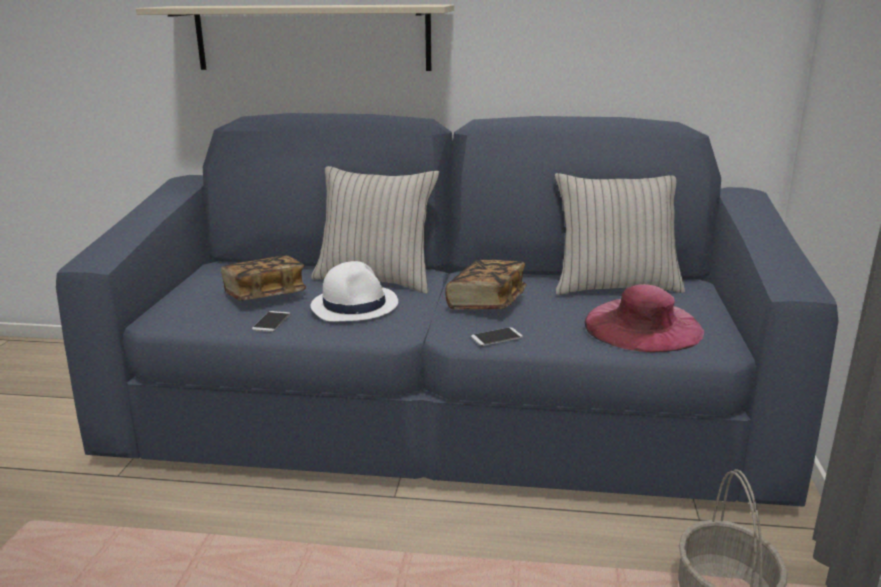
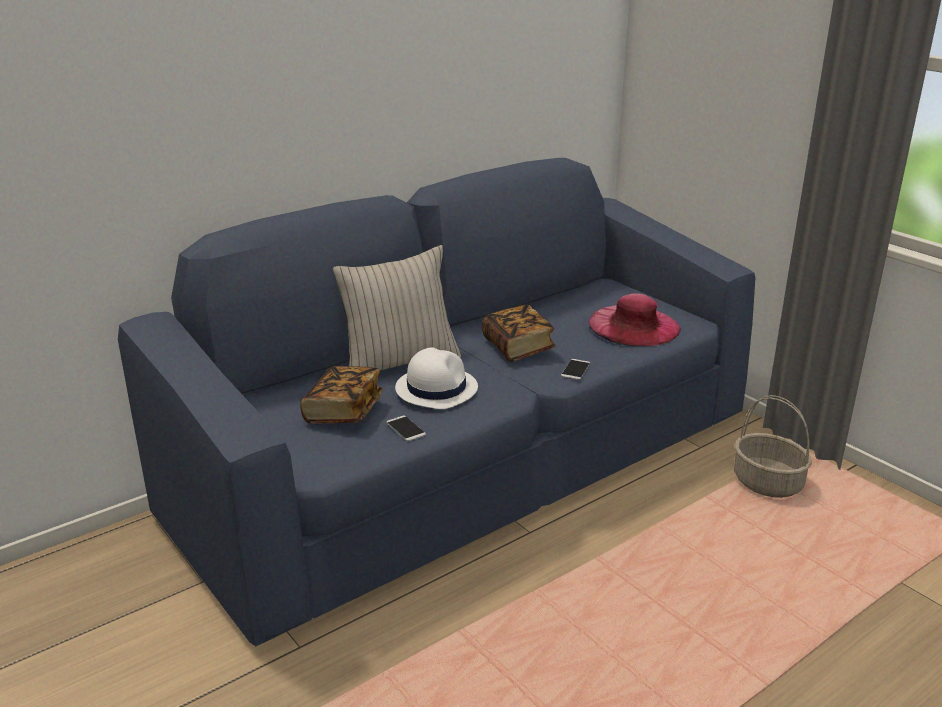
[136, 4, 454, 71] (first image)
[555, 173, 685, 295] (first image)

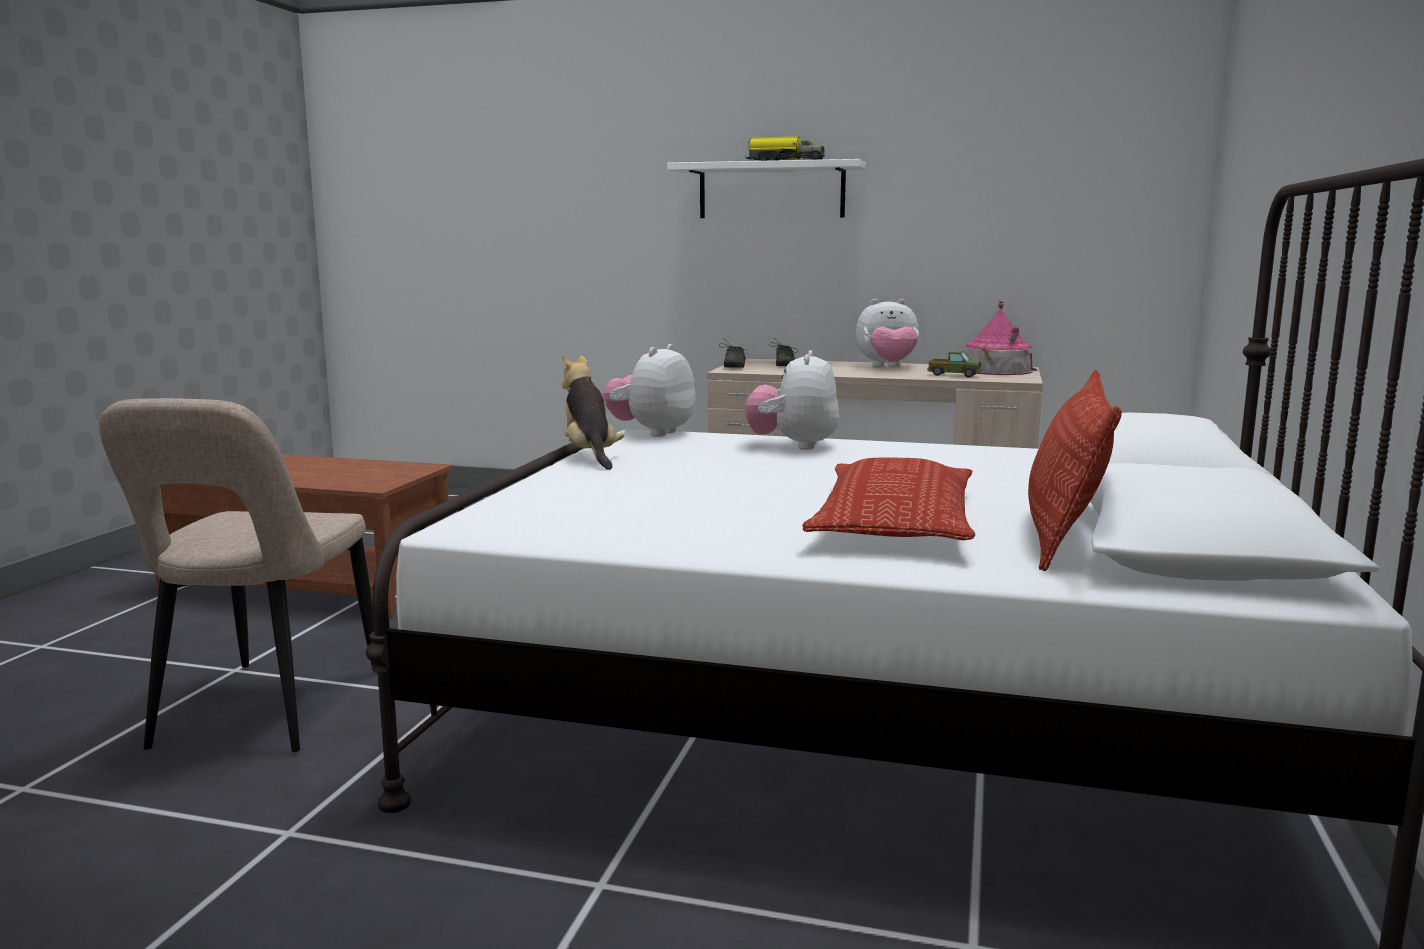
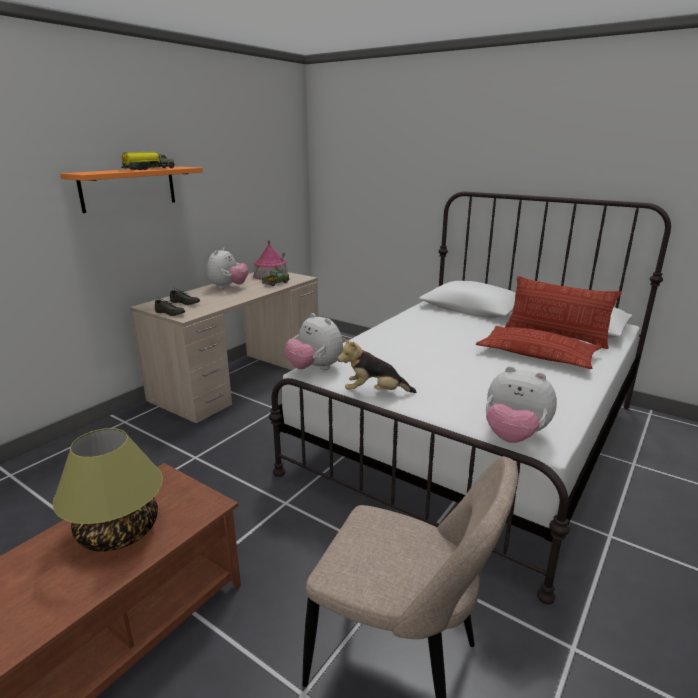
[53, 428, 163, 552]
[486, 366, 557, 443]
[60, 167, 203, 213]

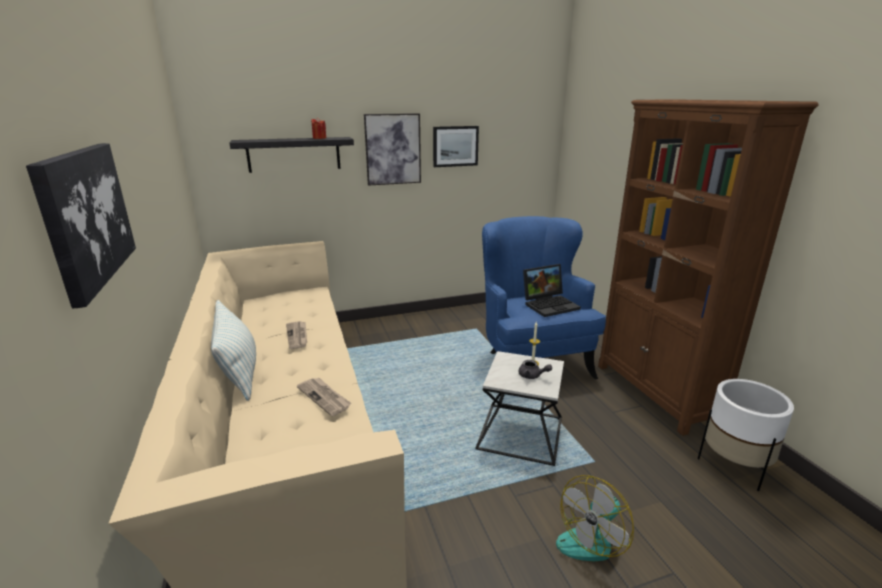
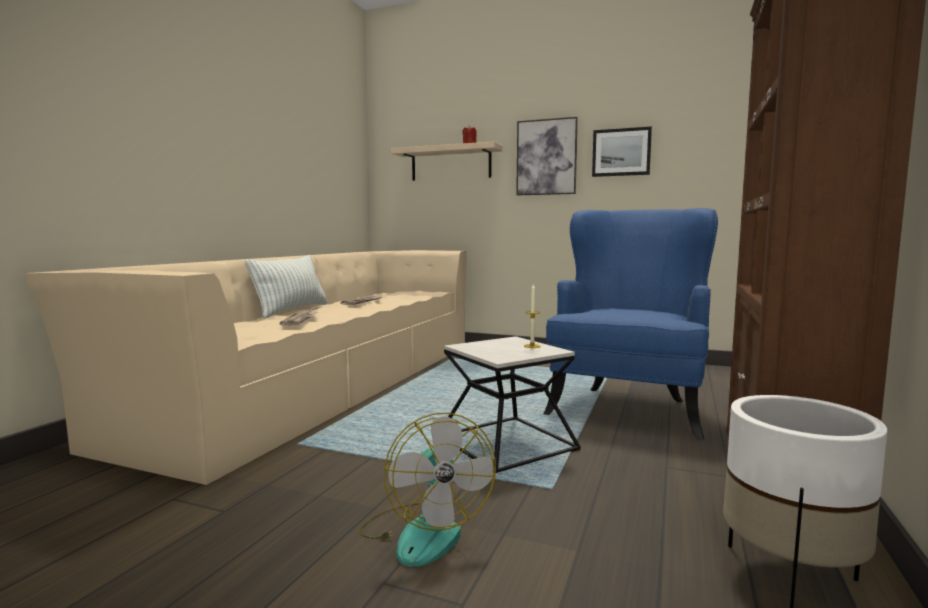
[26, 143, 136, 308] (first image)
[518, 360, 552, 379] (first image)
[523, 264, 581, 317] (first image)
[391, 141, 502, 181]
[359, 412, 496, 567]

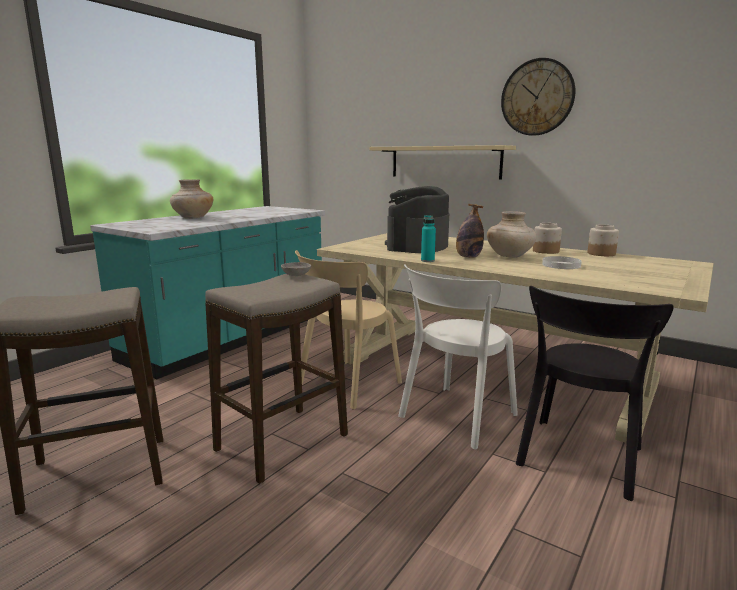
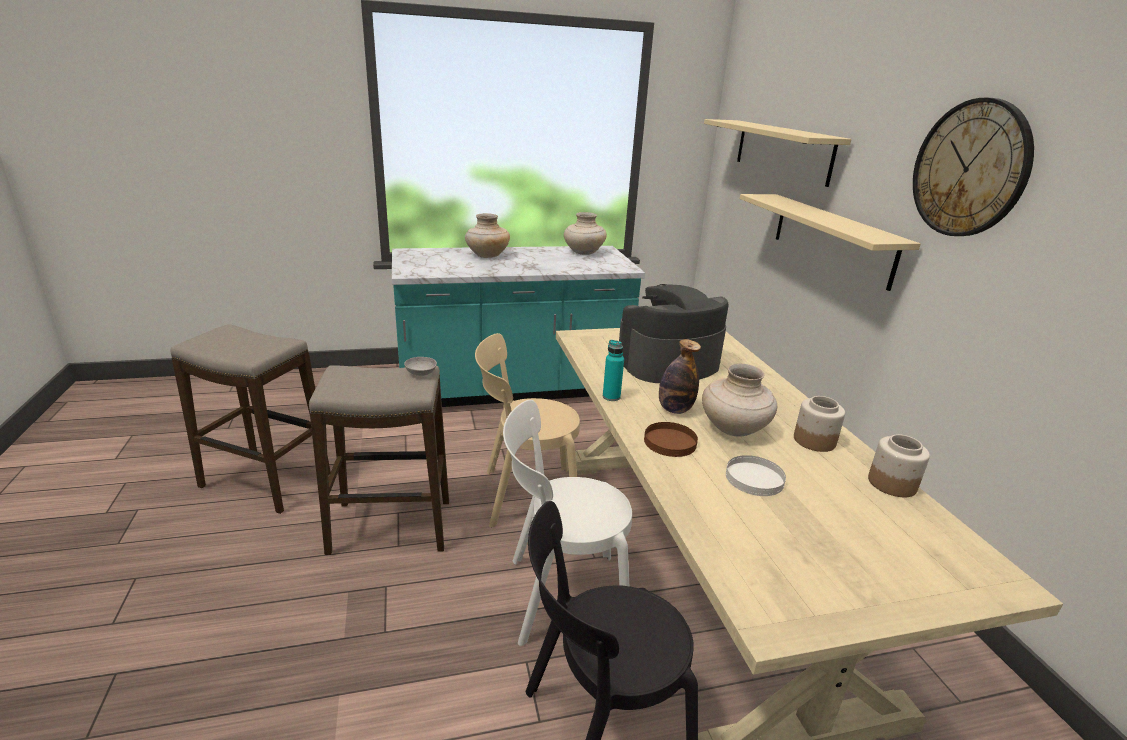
[564, 212, 607, 255]
[644, 422, 698, 457]
[704, 119, 851, 187]

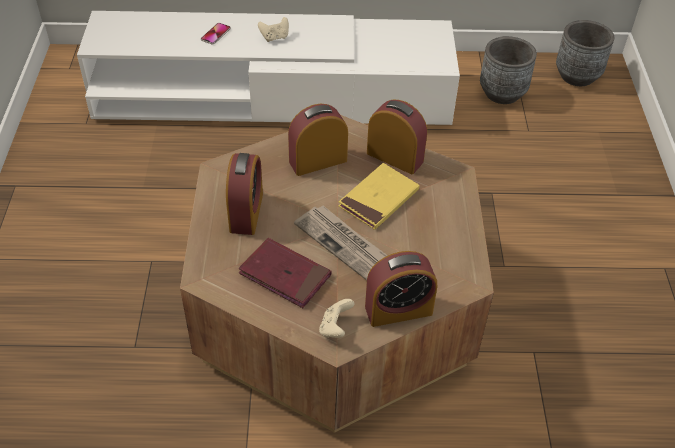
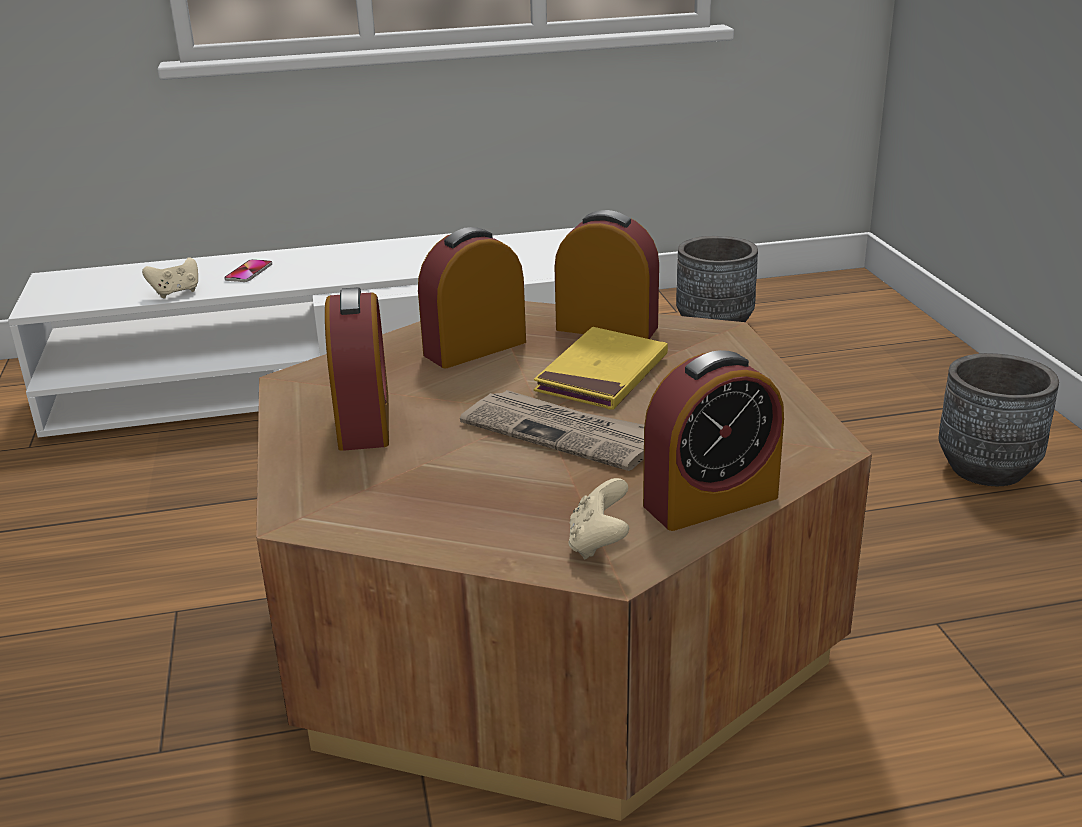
[239, 238, 332, 308] (first image)
[142, 257, 198, 299]
[939, 353, 1059, 486]

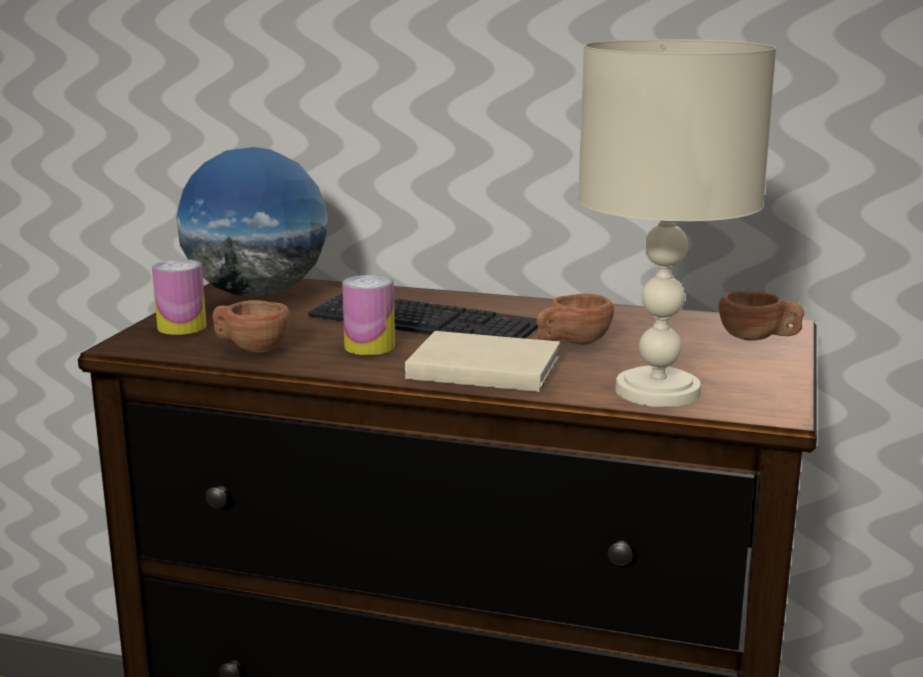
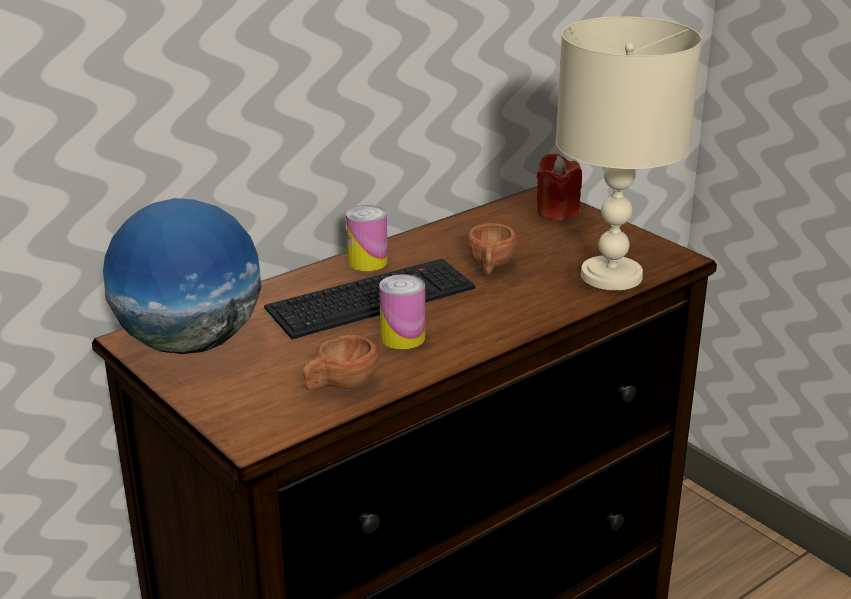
[405, 331, 560, 392] (first image)
[346, 205, 388, 271]
[537, 153, 582, 221]

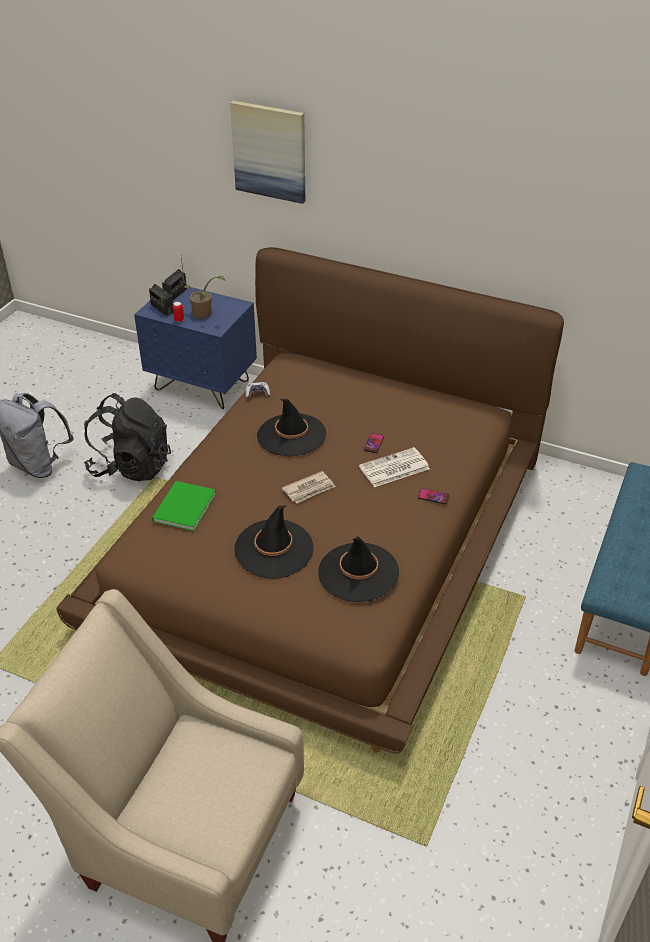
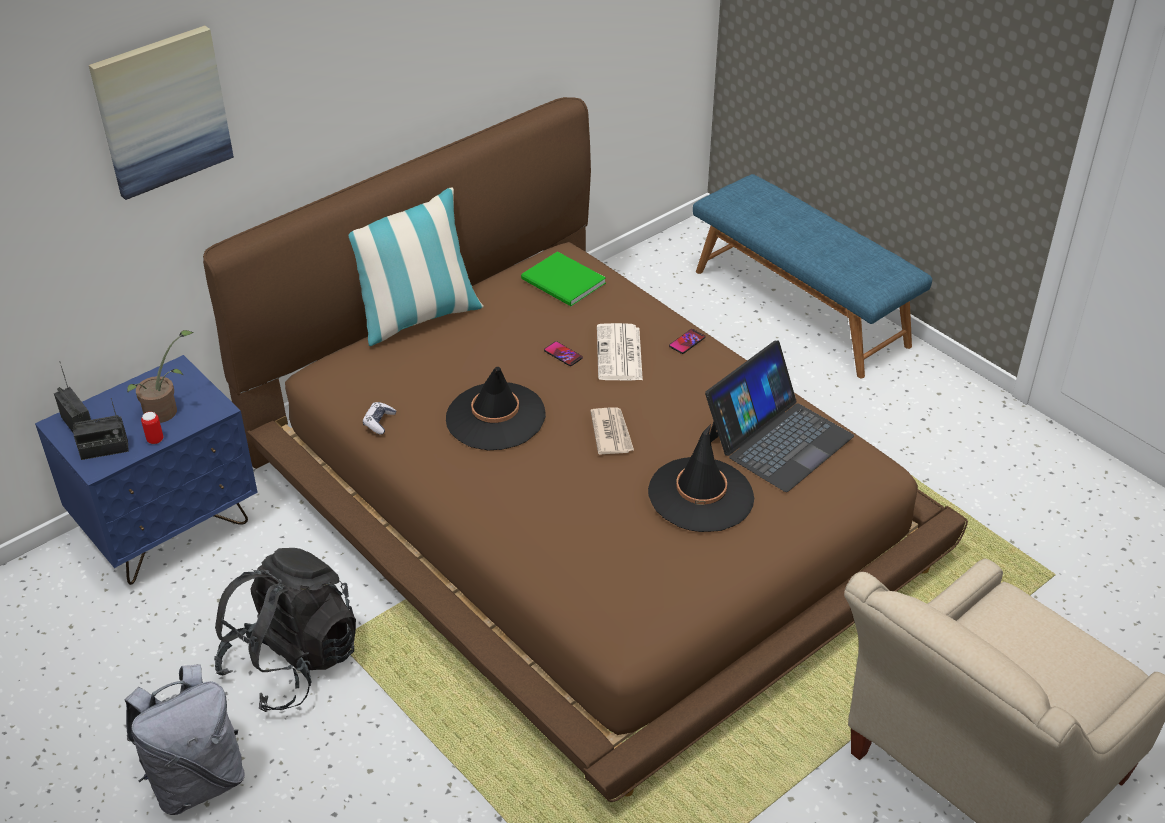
[349, 188, 484, 346]
[521, 251, 606, 306]
[705, 340, 854, 492]

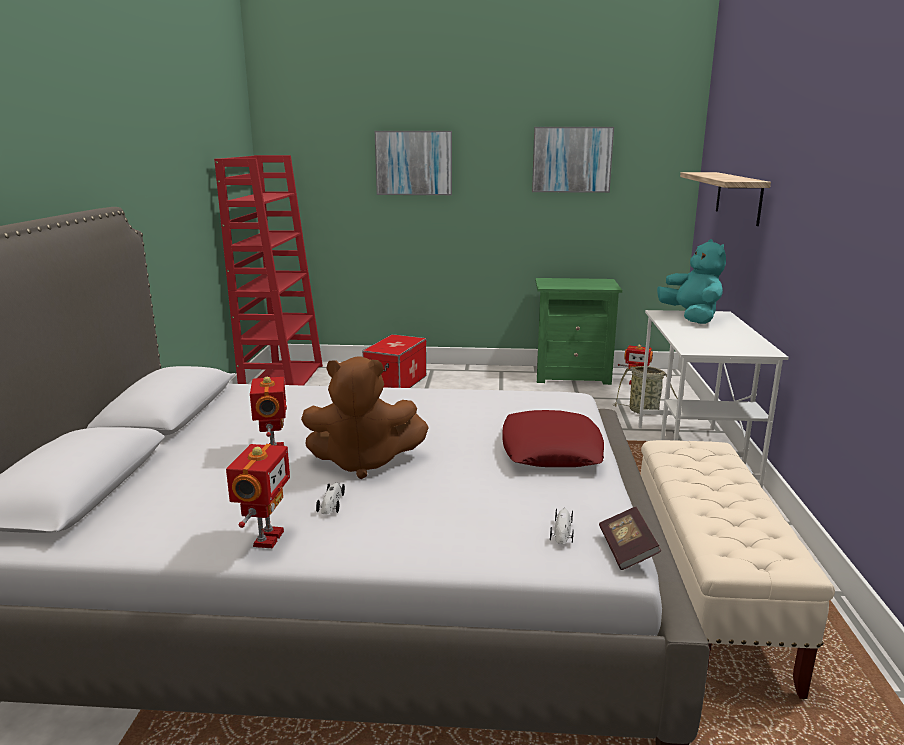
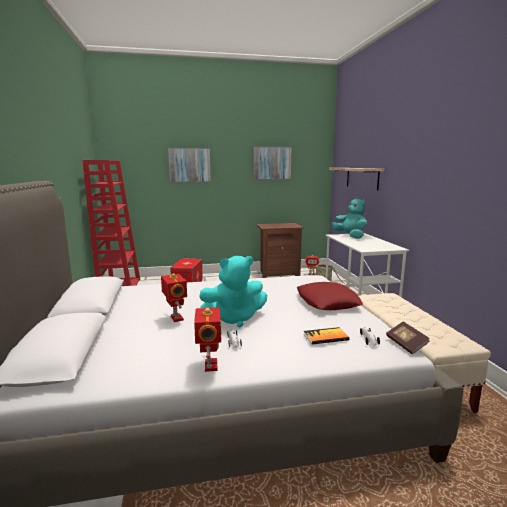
[304, 327, 349, 344]
[199, 256, 267, 327]
[256, 223, 304, 278]

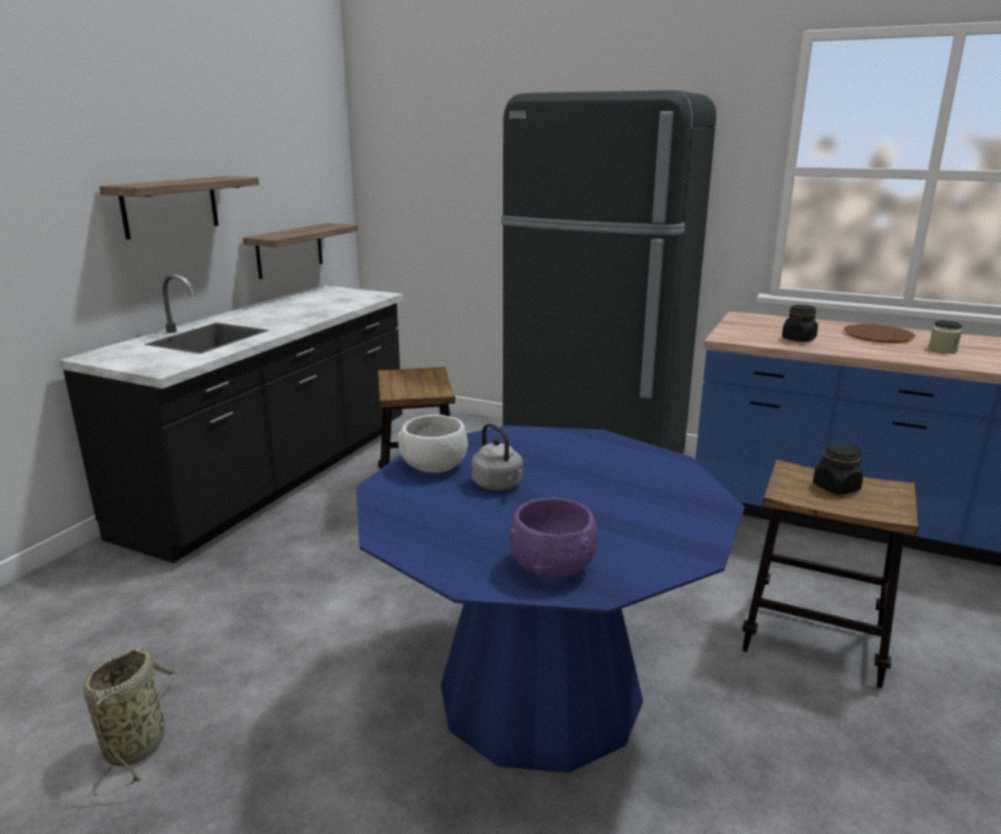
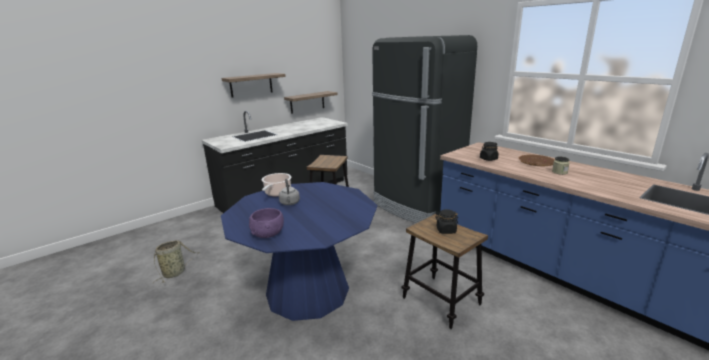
[262, 173, 291, 196]

